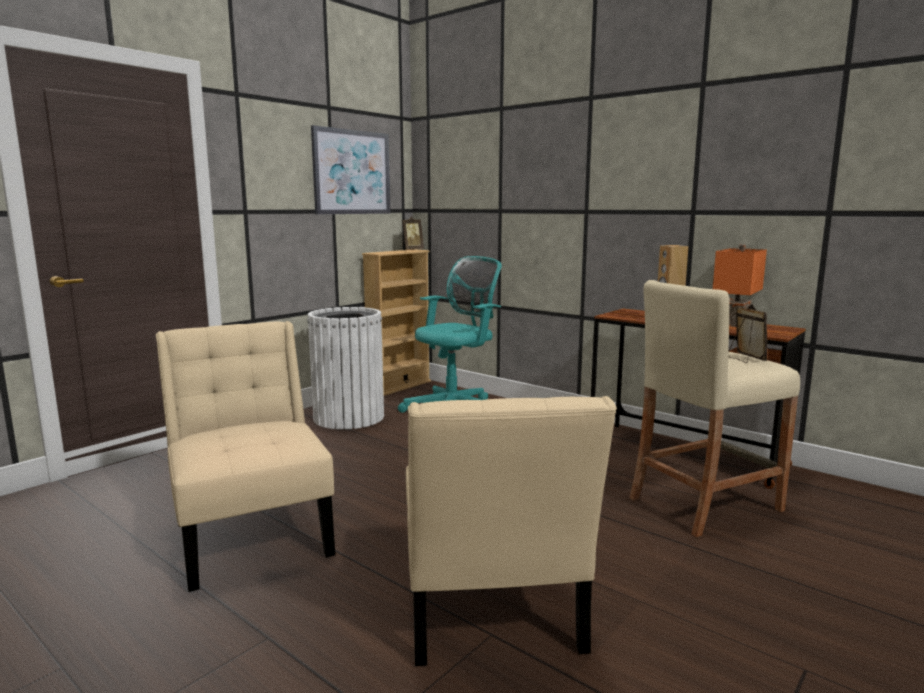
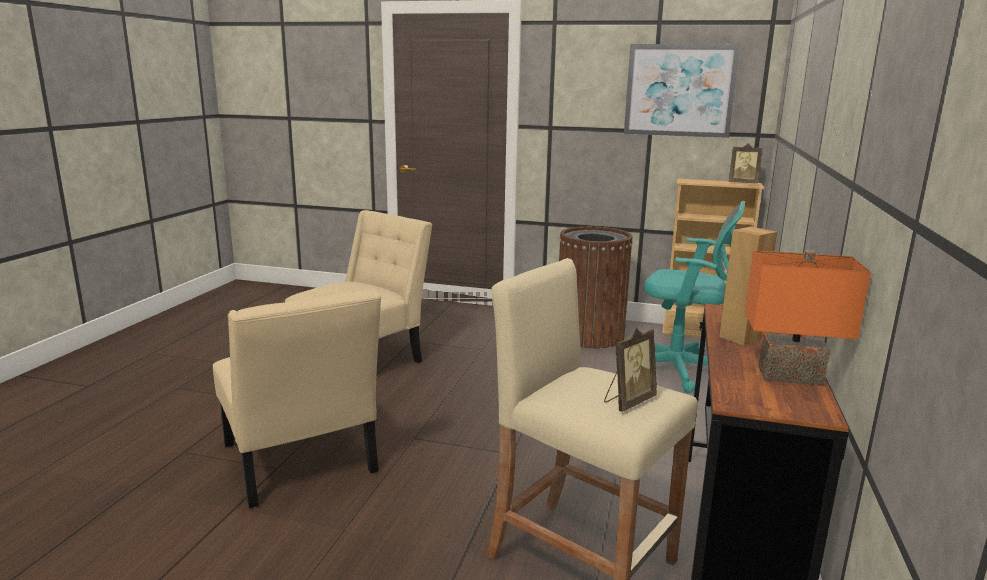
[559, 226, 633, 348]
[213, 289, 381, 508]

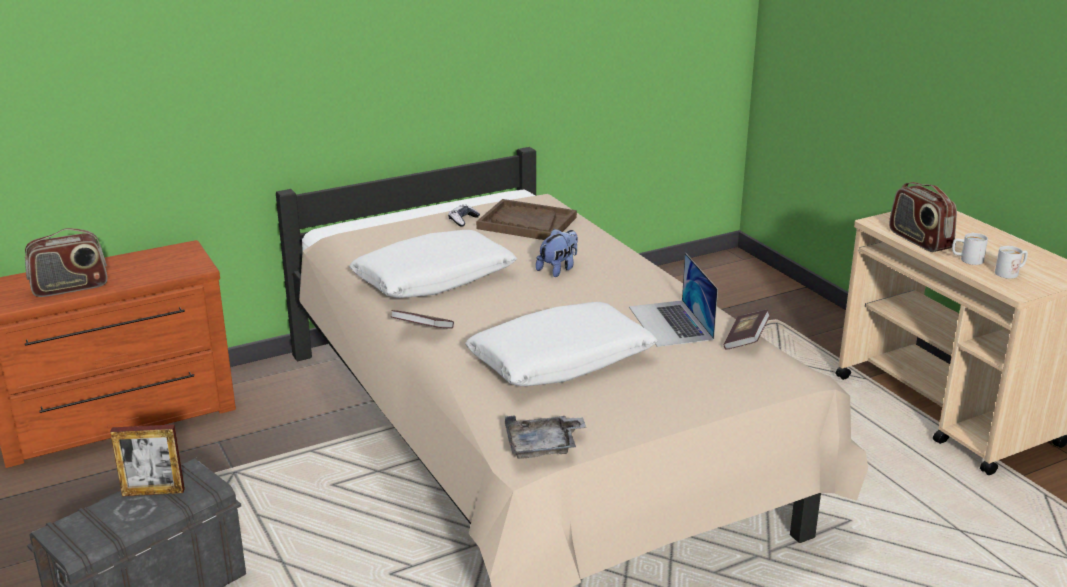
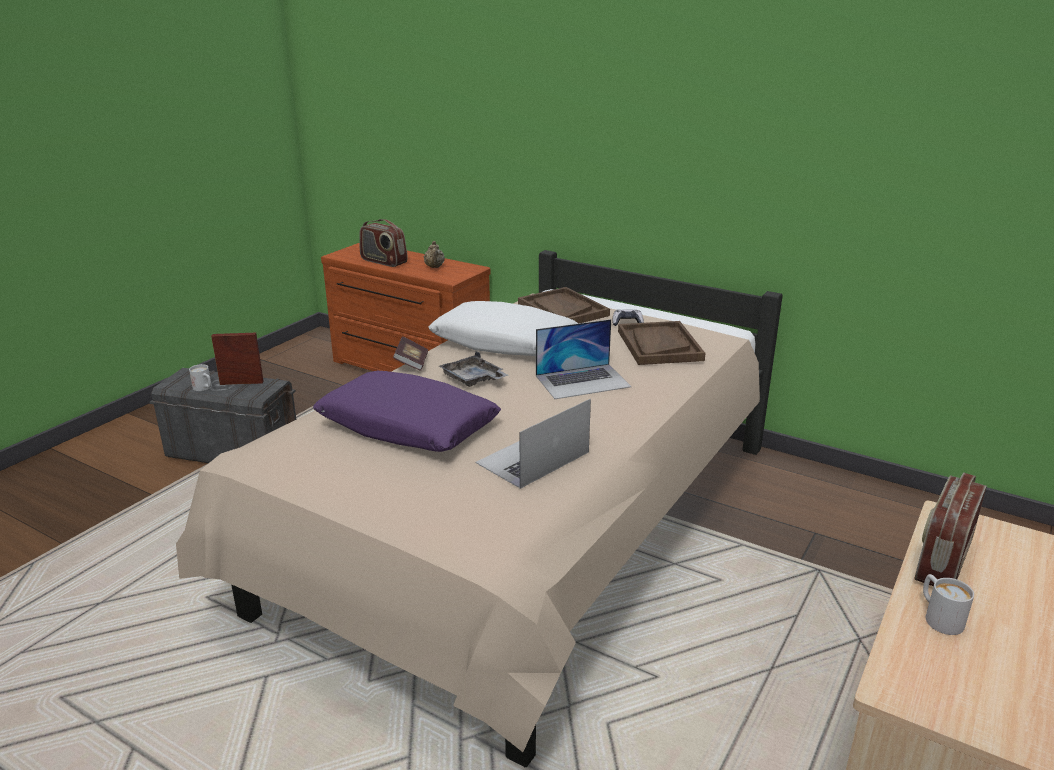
[724, 309, 770, 350] (first image)
[424, 241, 445, 268]
[518, 287, 610, 324]
[439, 351, 508, 387]
[189, 364, 212, 391]
[536, 319, 631, 399]
[313, 371, 501, 452]
[211, 333, 263, 385]

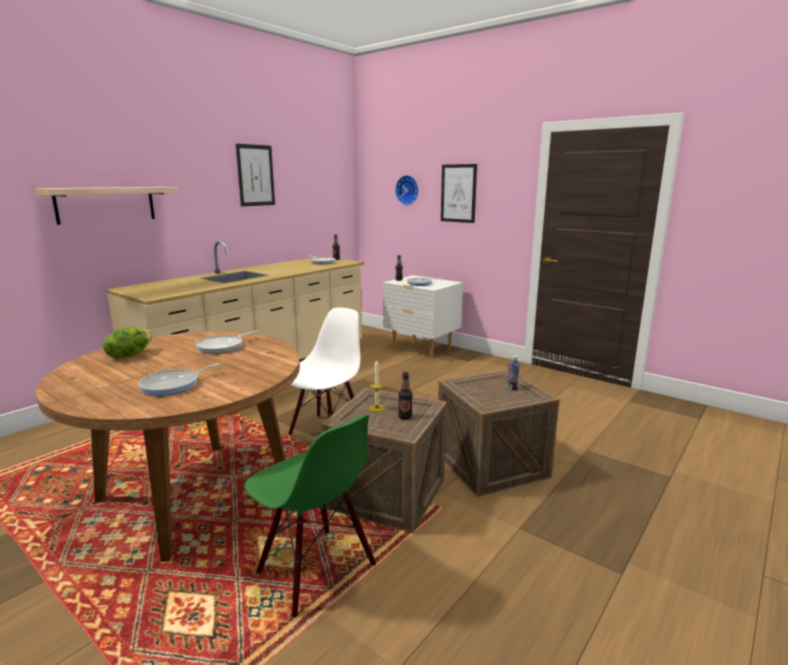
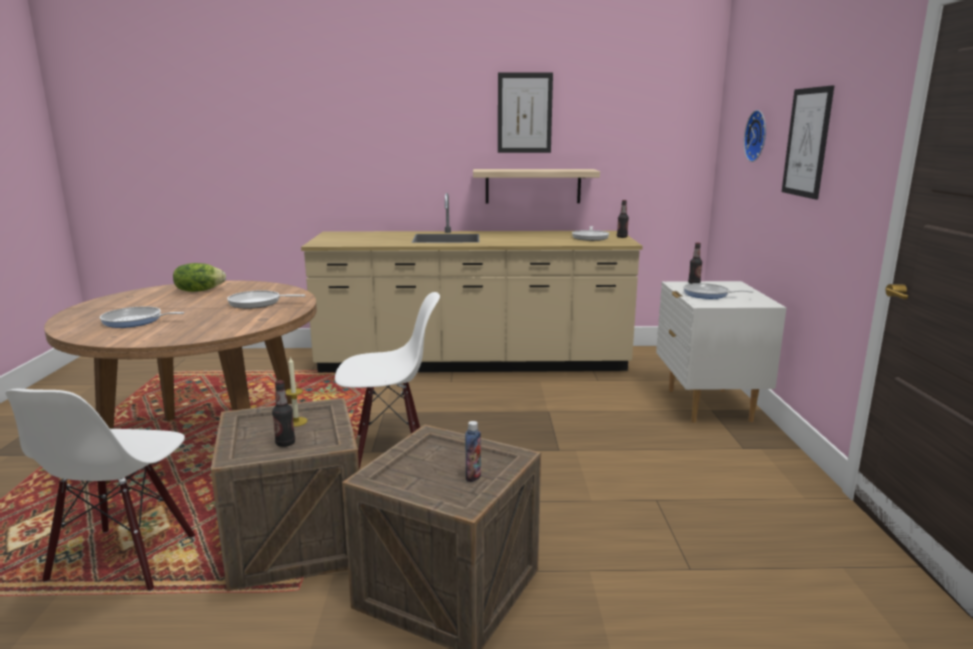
[473, 169, 600, 203]
[5, 389, 195, 591]

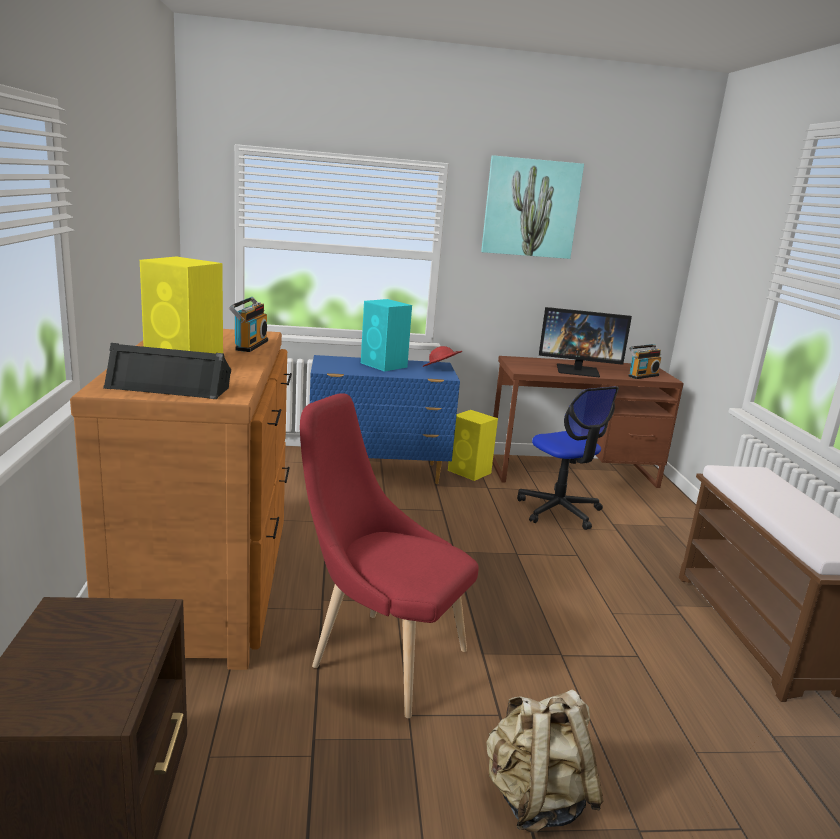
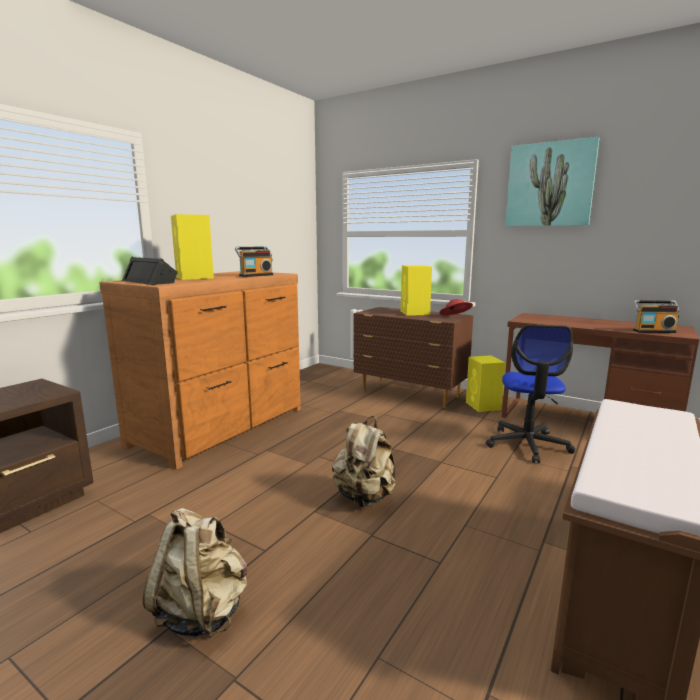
[300, 393, 479, 718] (first image)
[539, 307, 632, 377] (first image)
[332, 416, 396, 507]
[354, 307, 473, 408]
[401, 265, 432, 316]

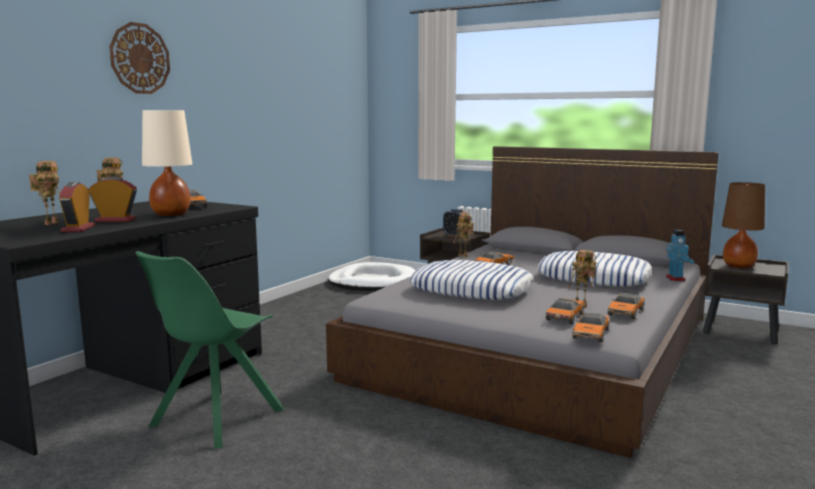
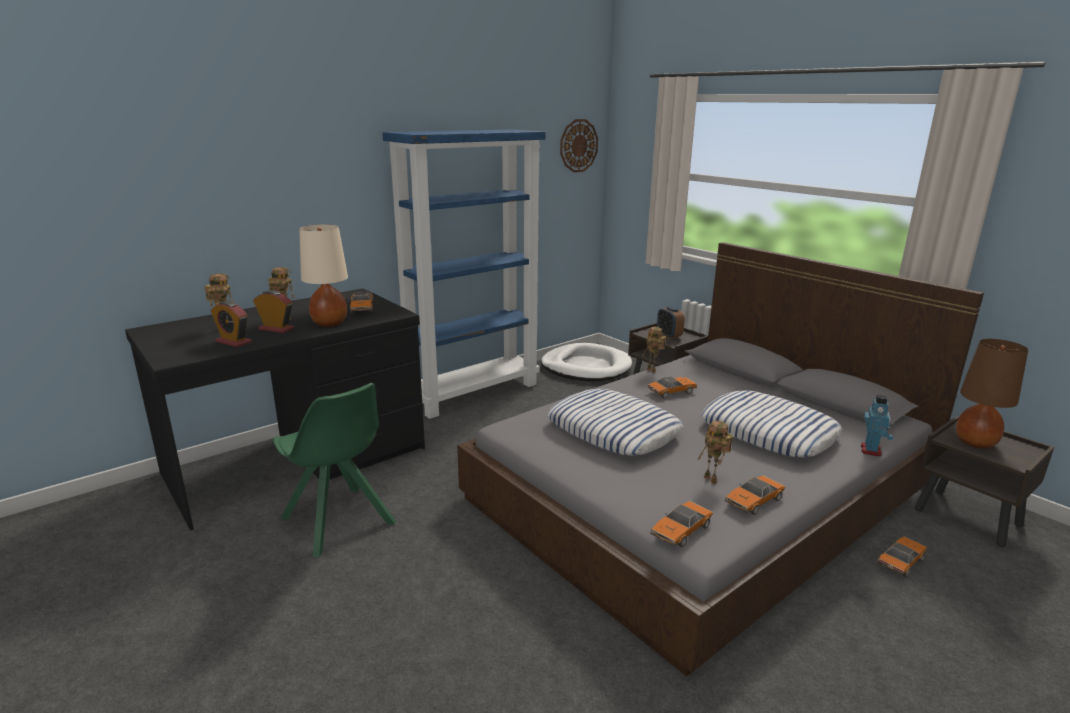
[382, 129, 546, 419]
[560, 119, 598, 172]
[878, 537, 927, 577]
[211, 301, 252, 347]
[273, 383, 396, 558]

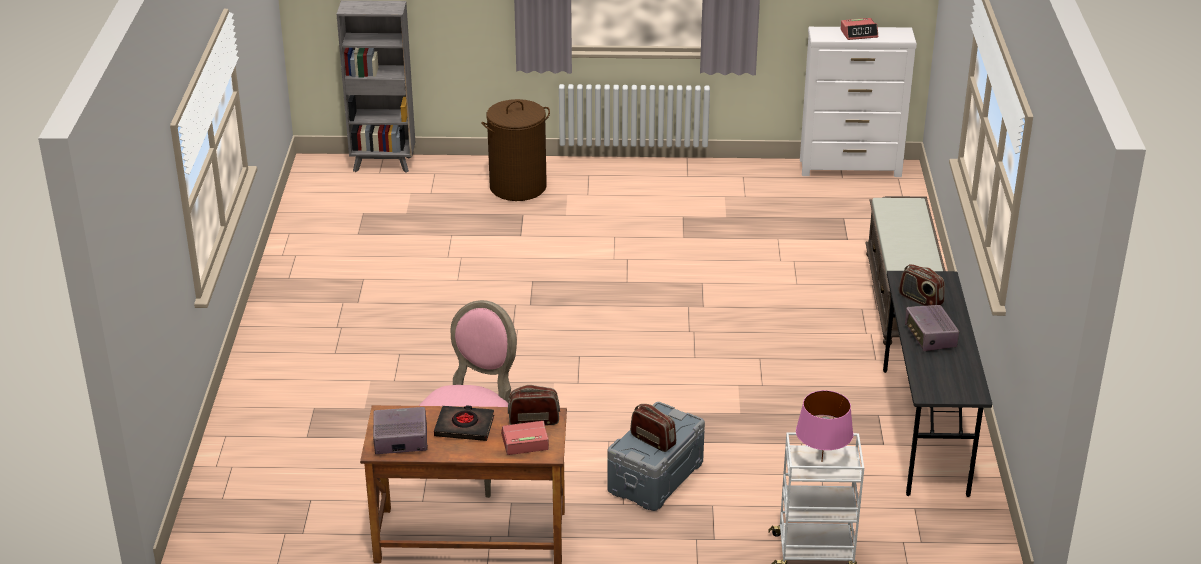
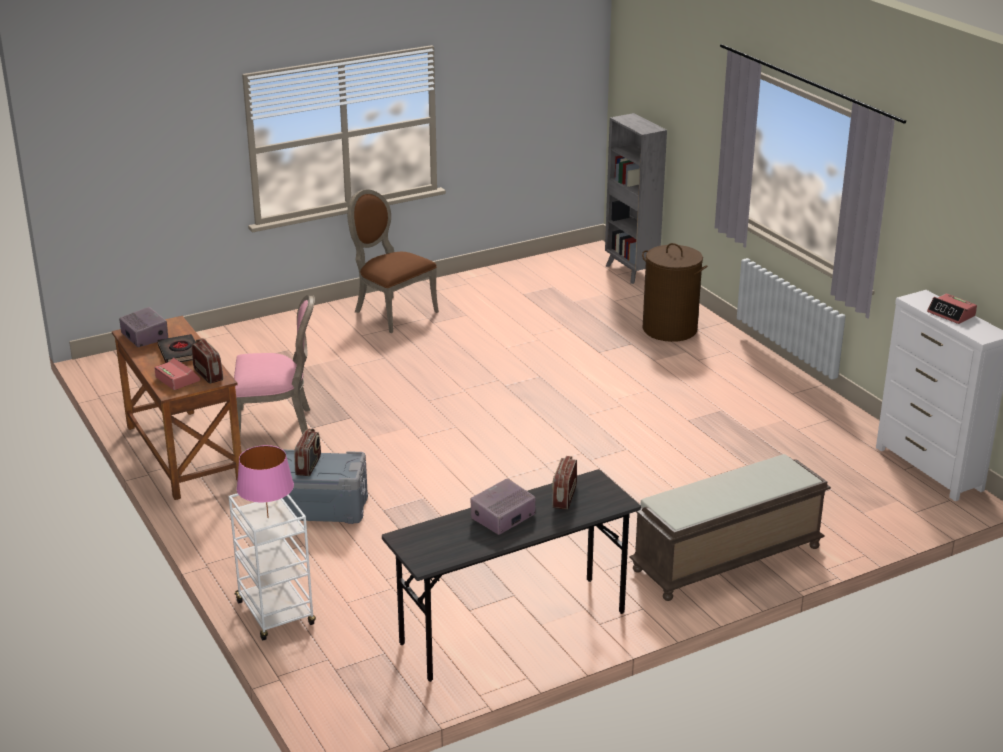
[347, 189, 439, 333]

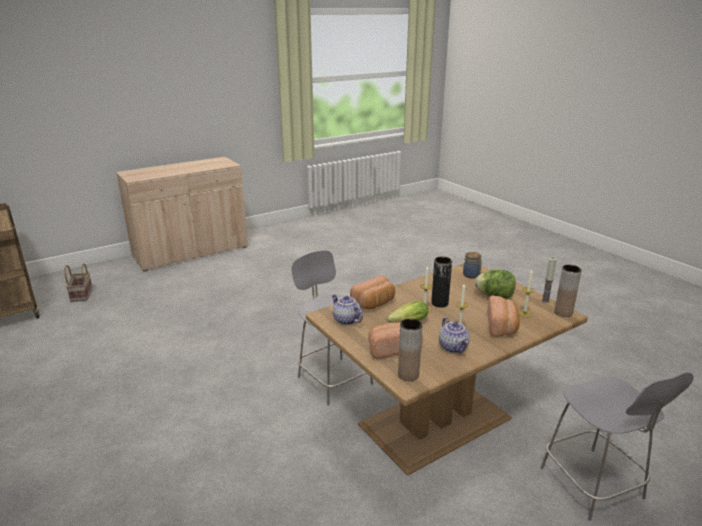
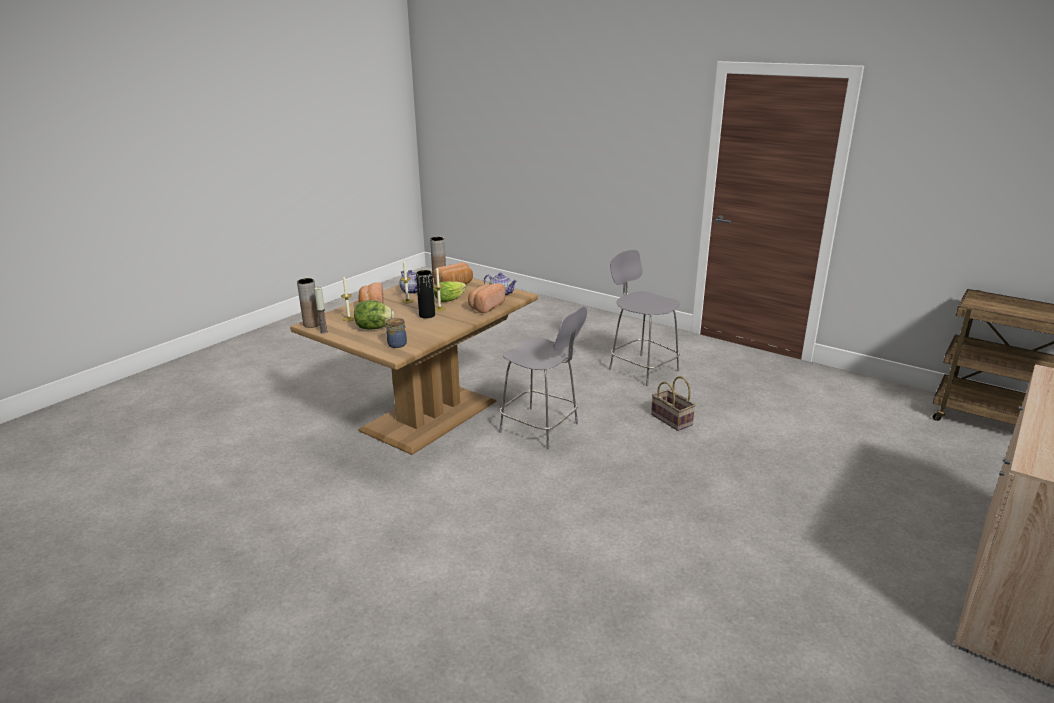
[651, 376, 696, 431]
[609, 250, 680, 386]

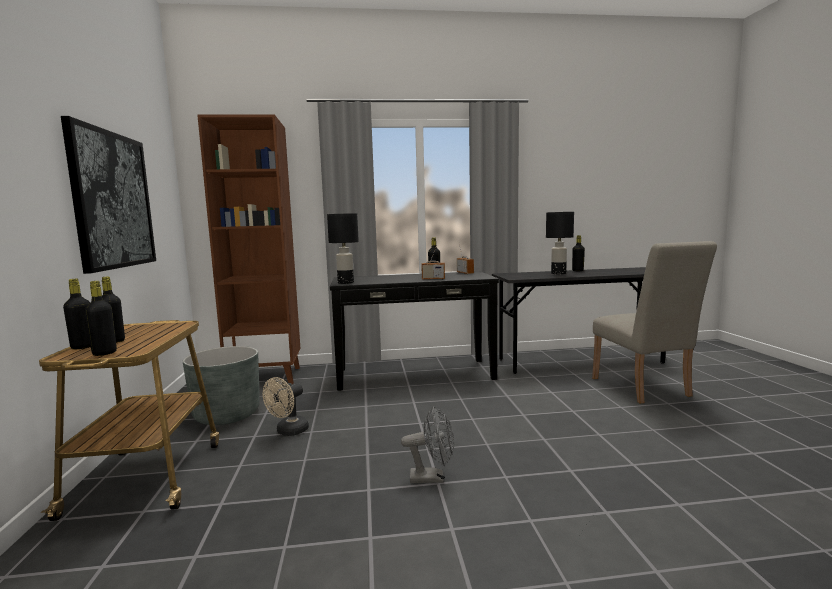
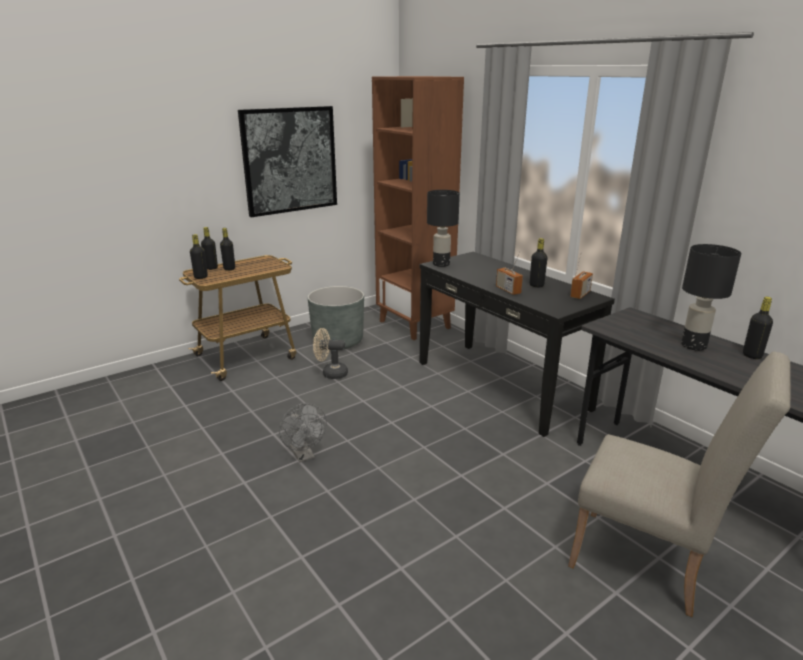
[568, 352, 791, 617]

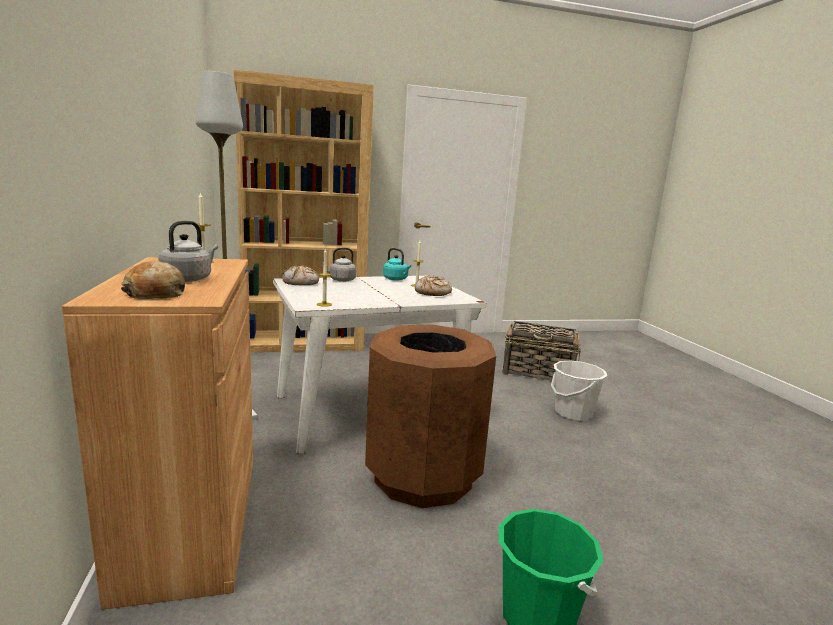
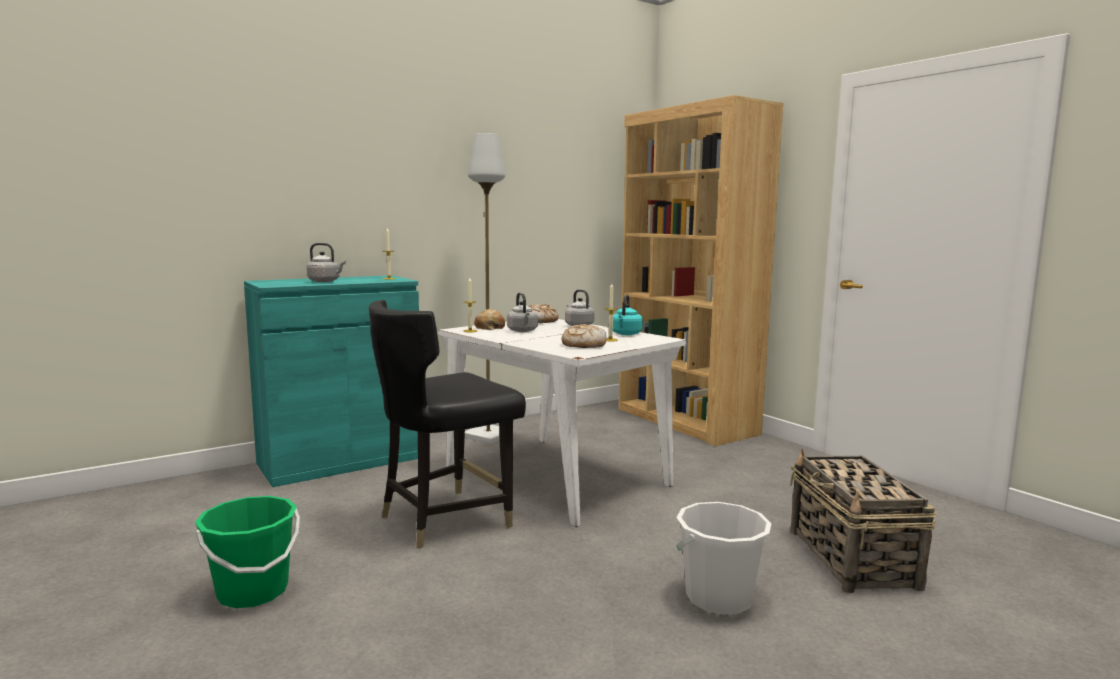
[507, 292, 538, 332]
[474, 309, 505, 330]
[369, 300, 526, 549]
[244, 275, 419, 487]

